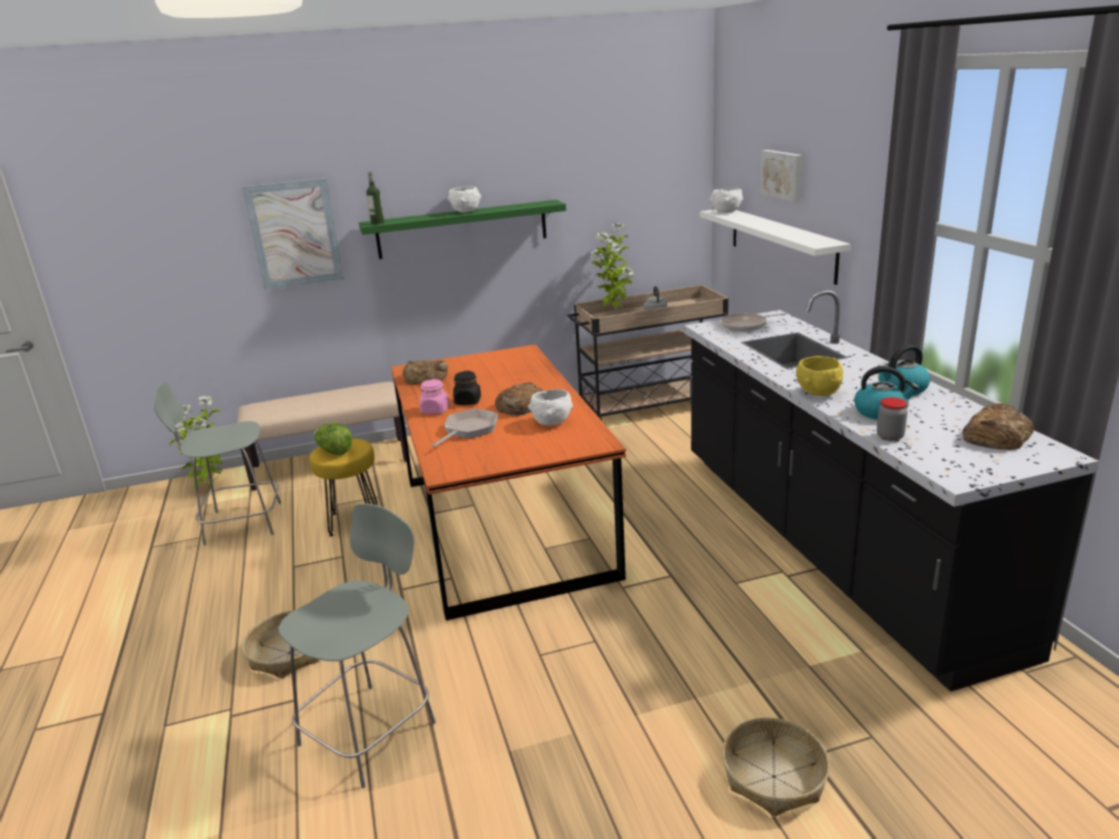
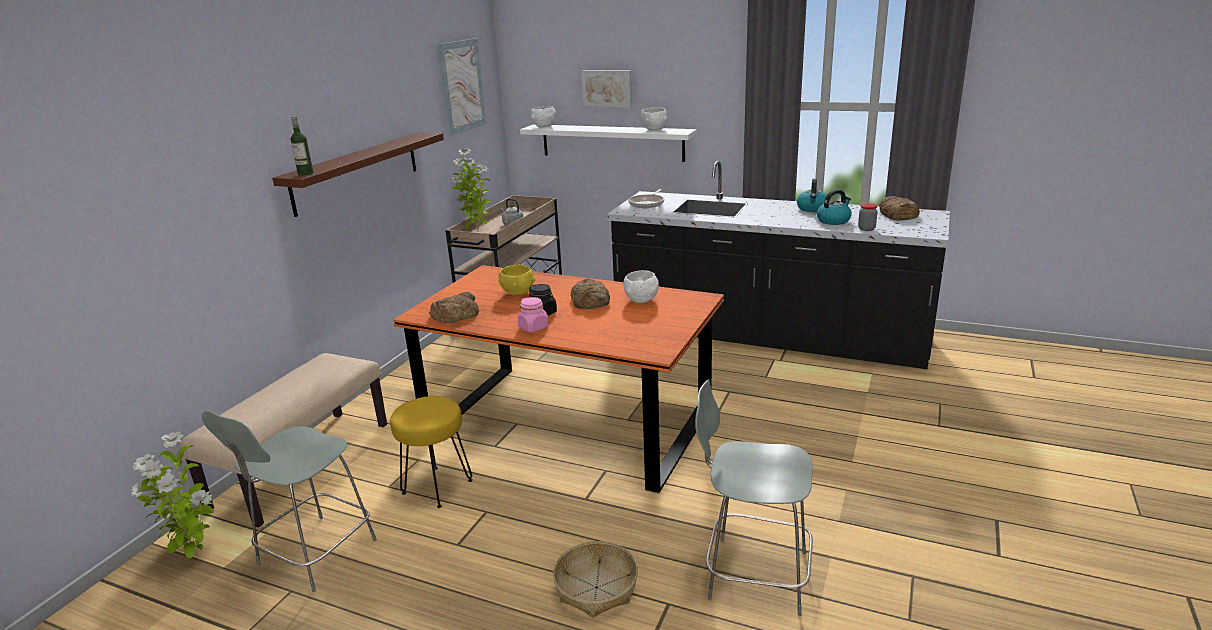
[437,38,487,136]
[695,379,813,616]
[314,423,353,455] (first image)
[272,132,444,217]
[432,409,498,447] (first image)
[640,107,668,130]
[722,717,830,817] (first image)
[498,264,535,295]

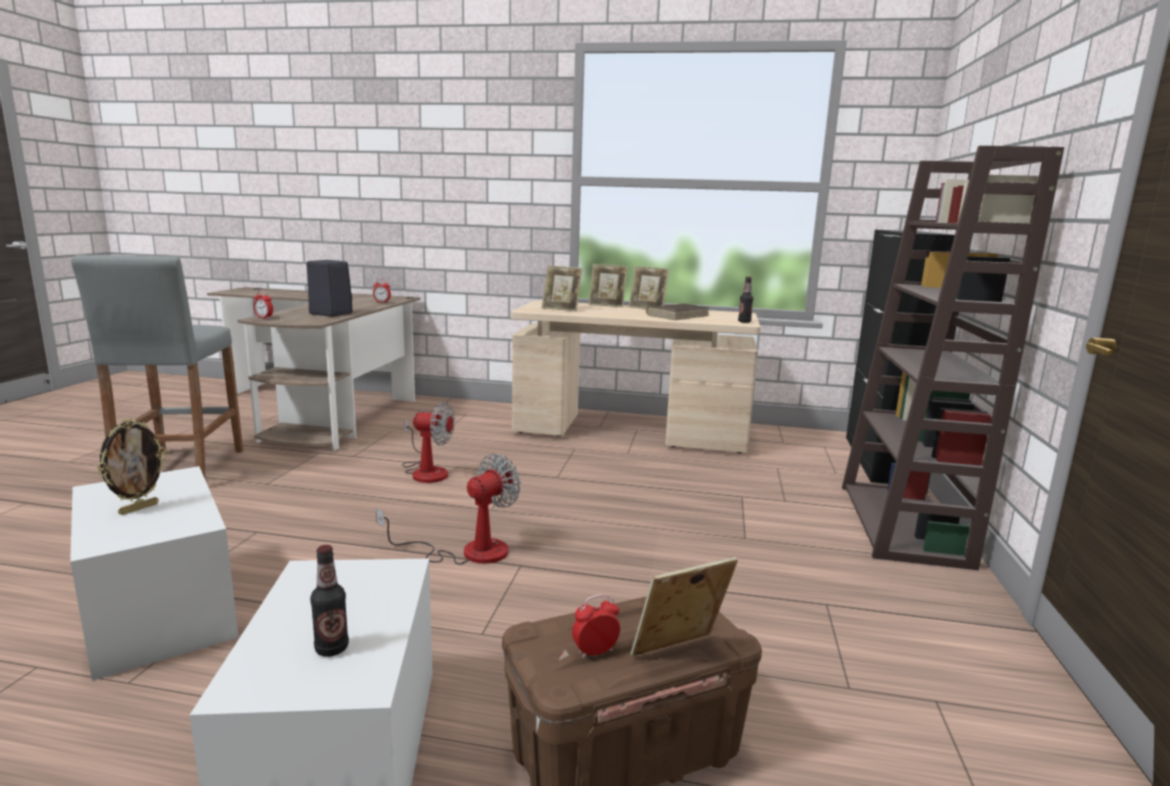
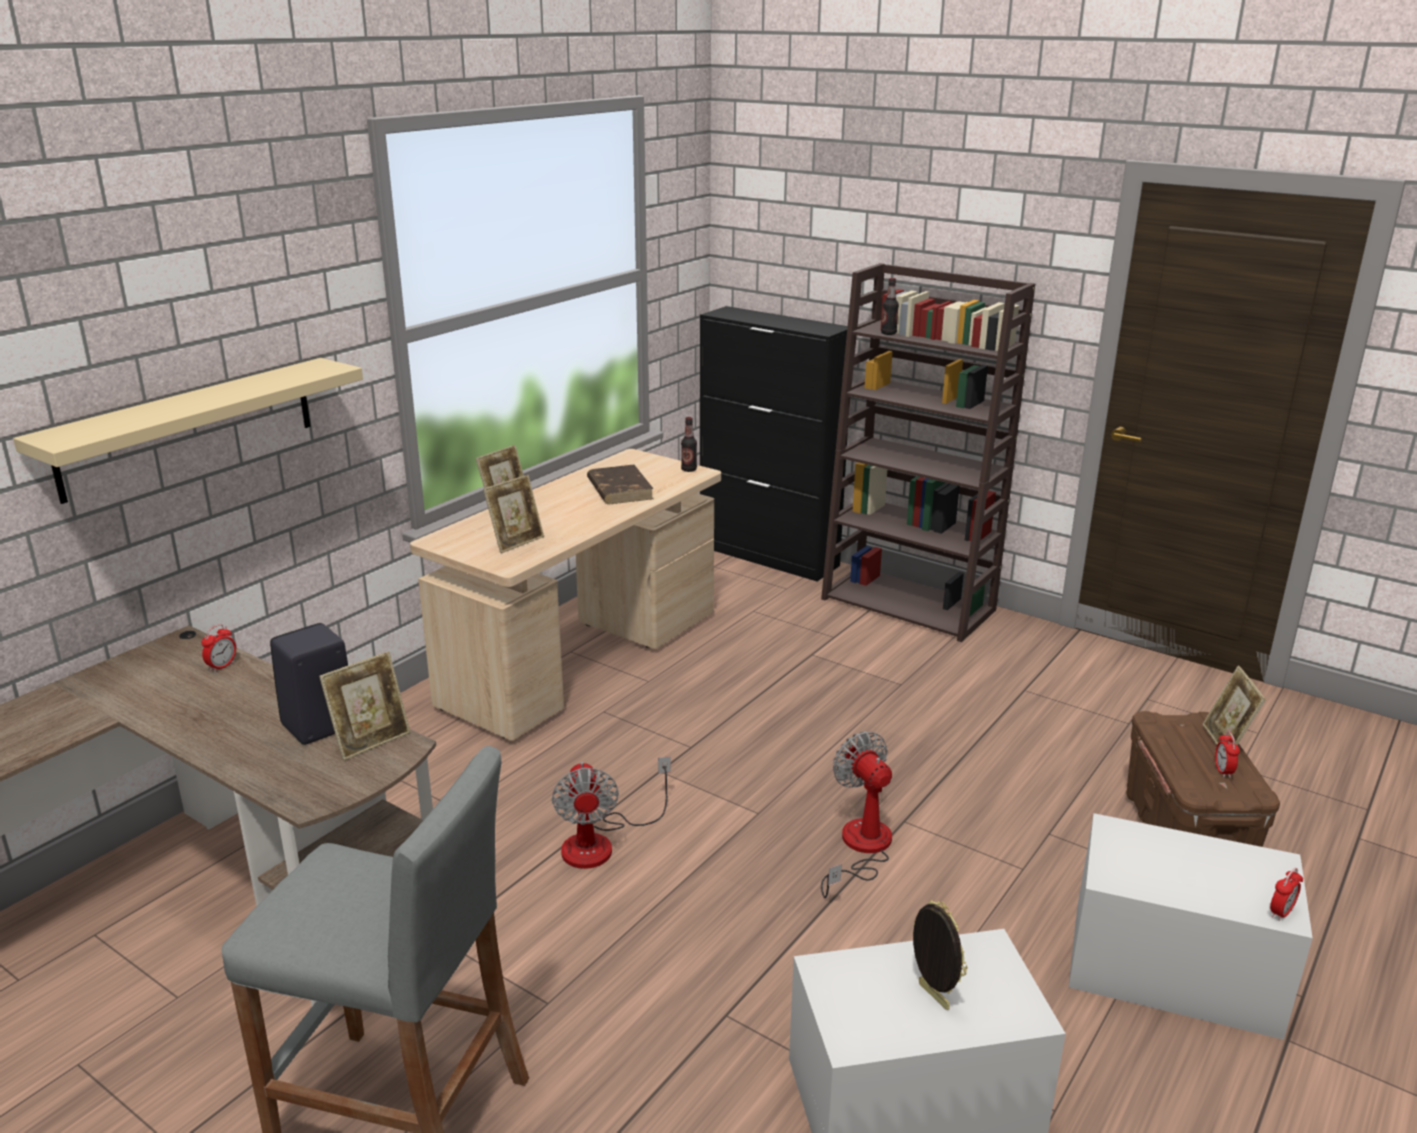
[1270,868,1303,921]
[881,278,899,335]
[552,756,671,869]
[319,652,411,761]
[13,358,363,504]

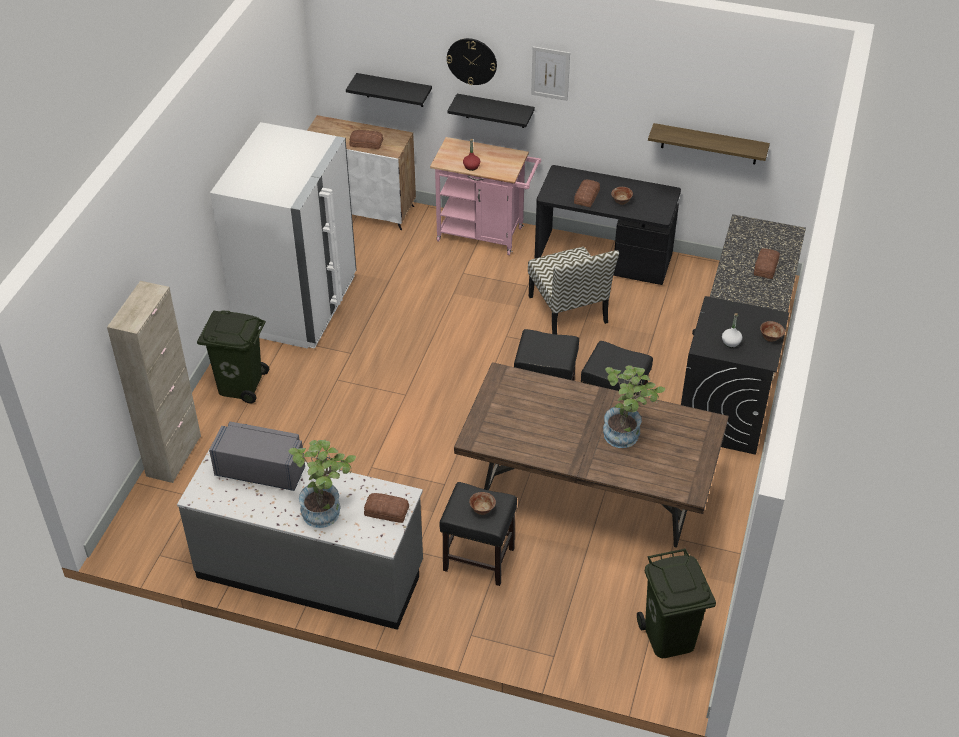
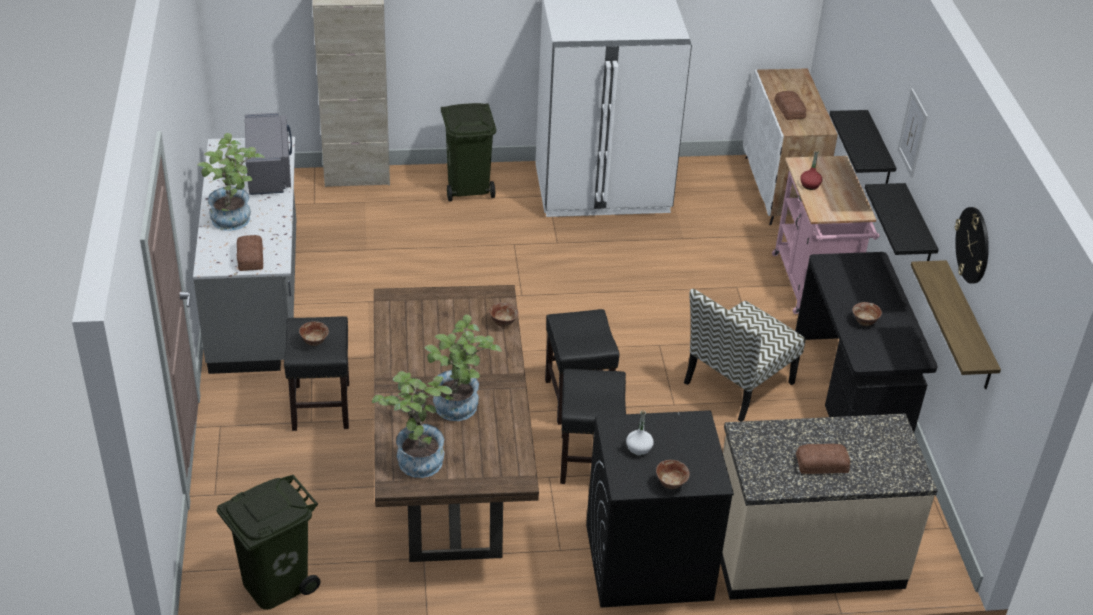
[865,183,939,261]
[955,207,989,284]
[574,180,600,207] (first image)
[372,371,452,478]
[489,302,519,327]

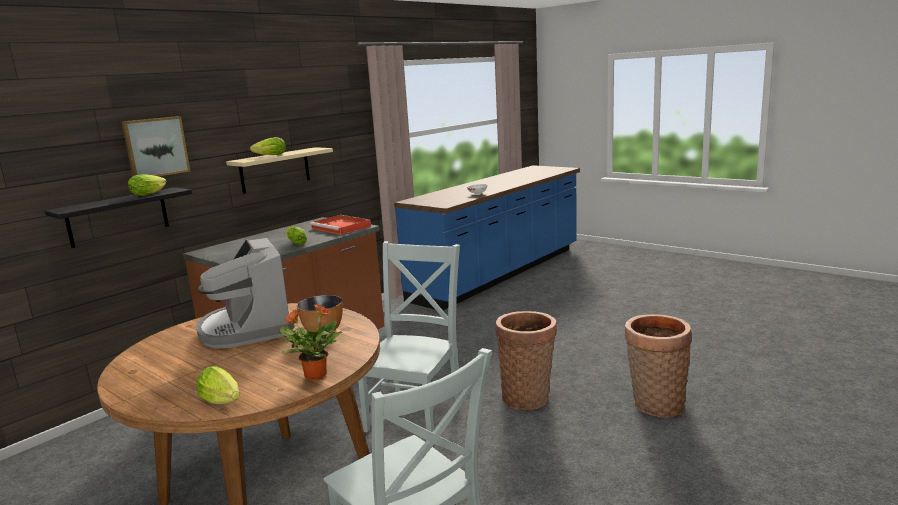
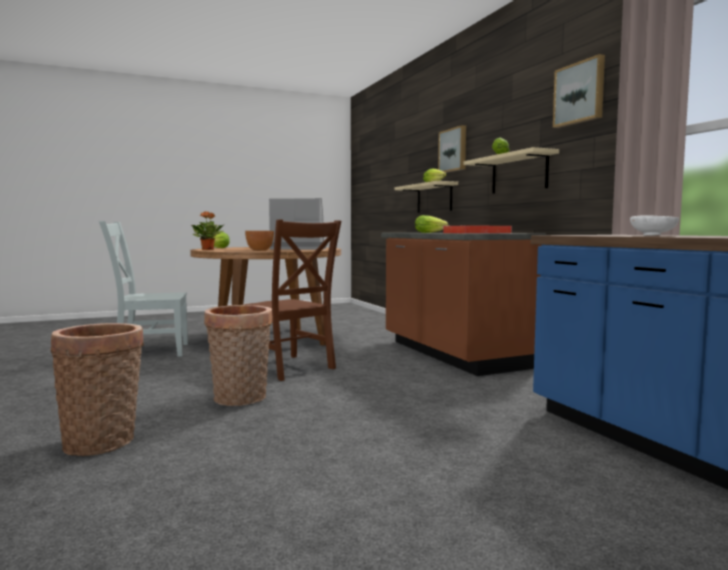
[394,181,458,213]
[242,220,341,381]
[553,54,605,128]

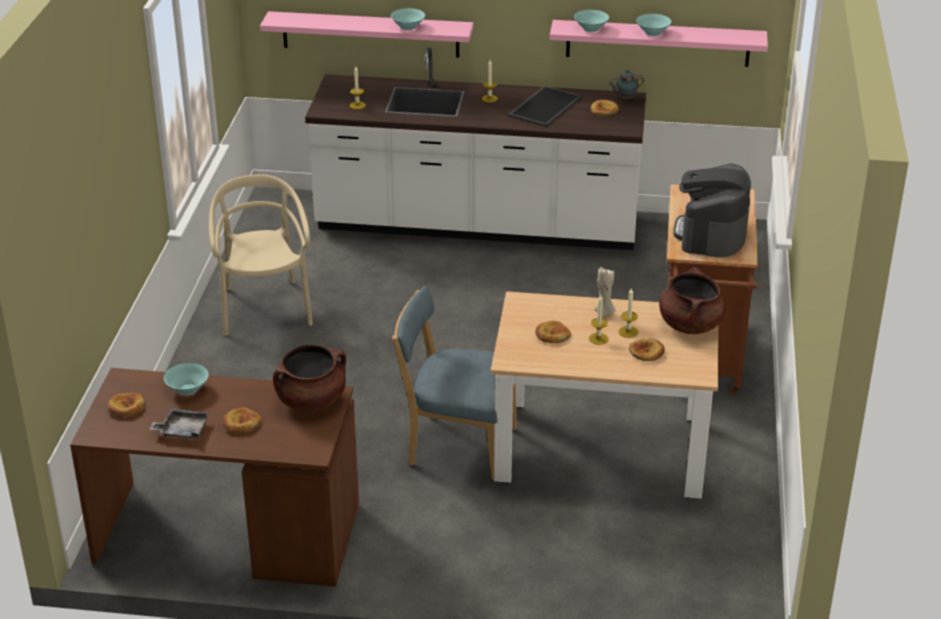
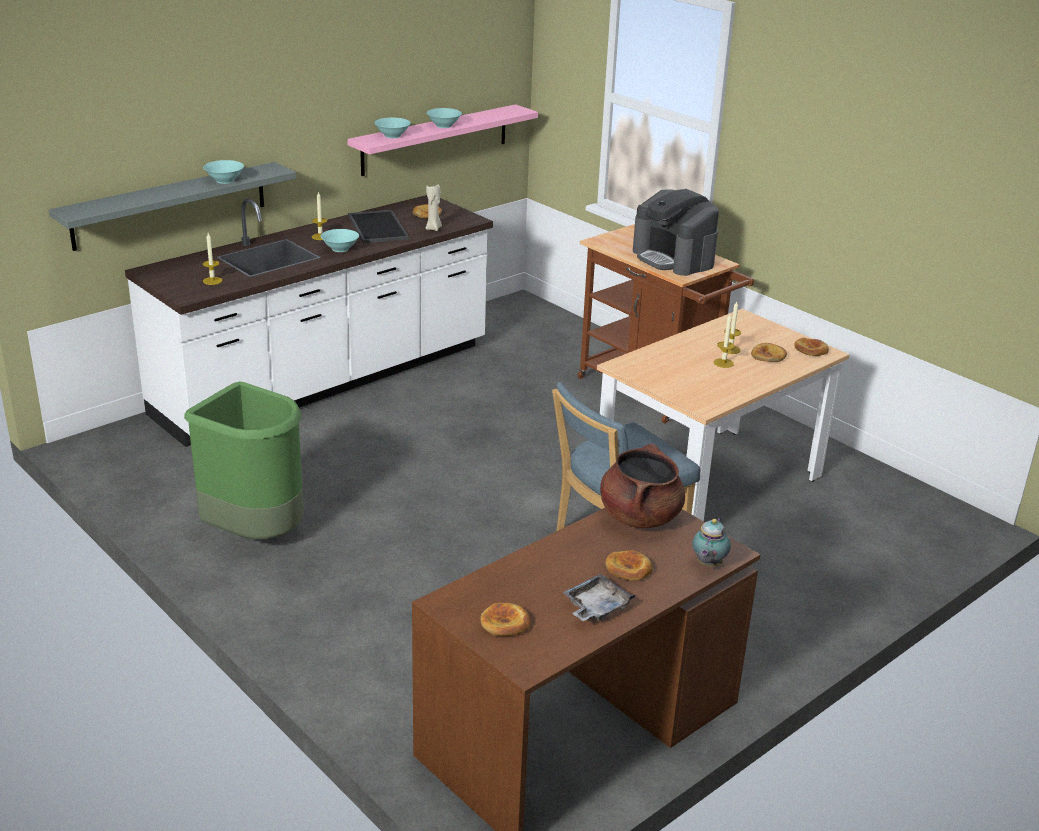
[321,229,359,252]
[184,382,304,539]
[49,162,296,251]
[795,338,829,356]
[426,184,442,231]
[692,518,731,567]
[659,267,725,334] (first image)

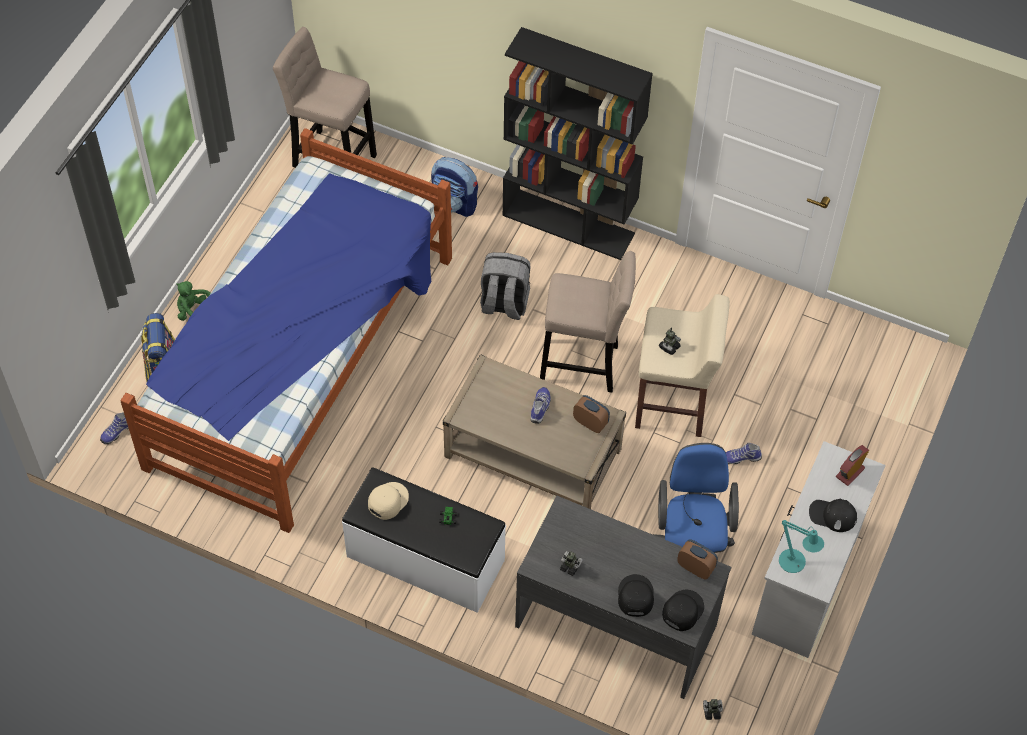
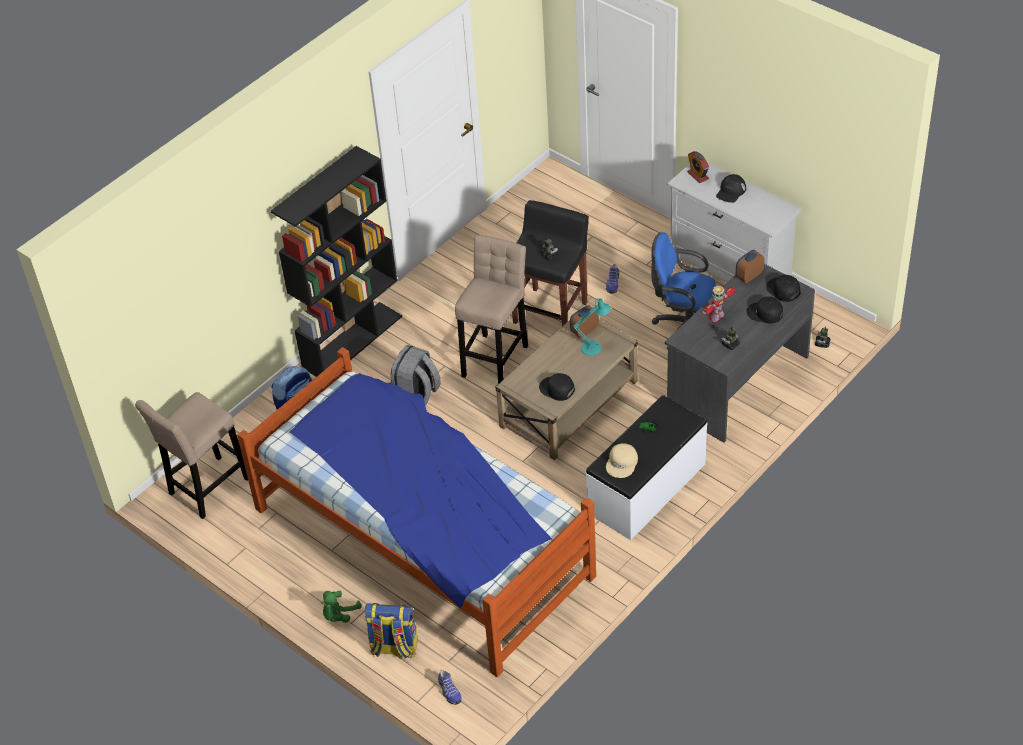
[606,443,638,478]
[531,387,551,424] (first image)
[512,200,589,326]
[573,298,611,356]
[539,373,575,401]
[703,286,735,323]

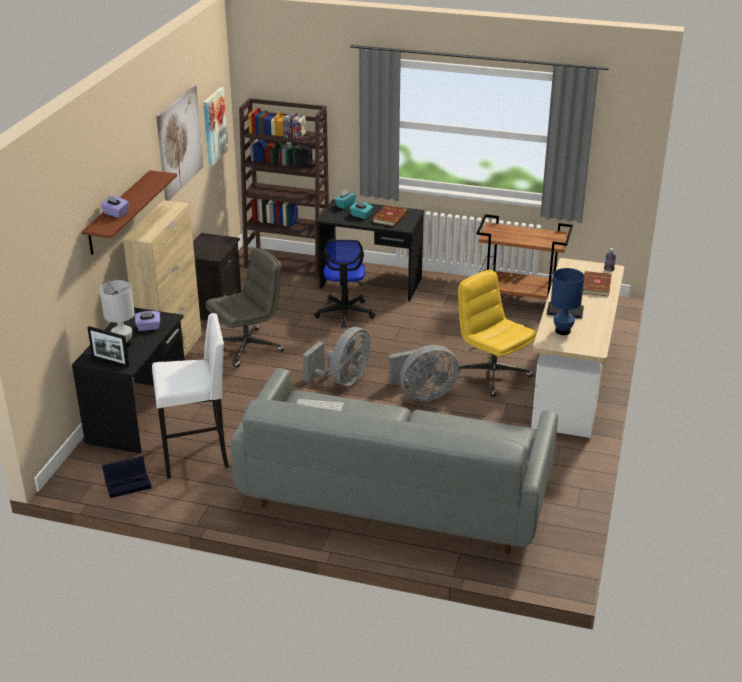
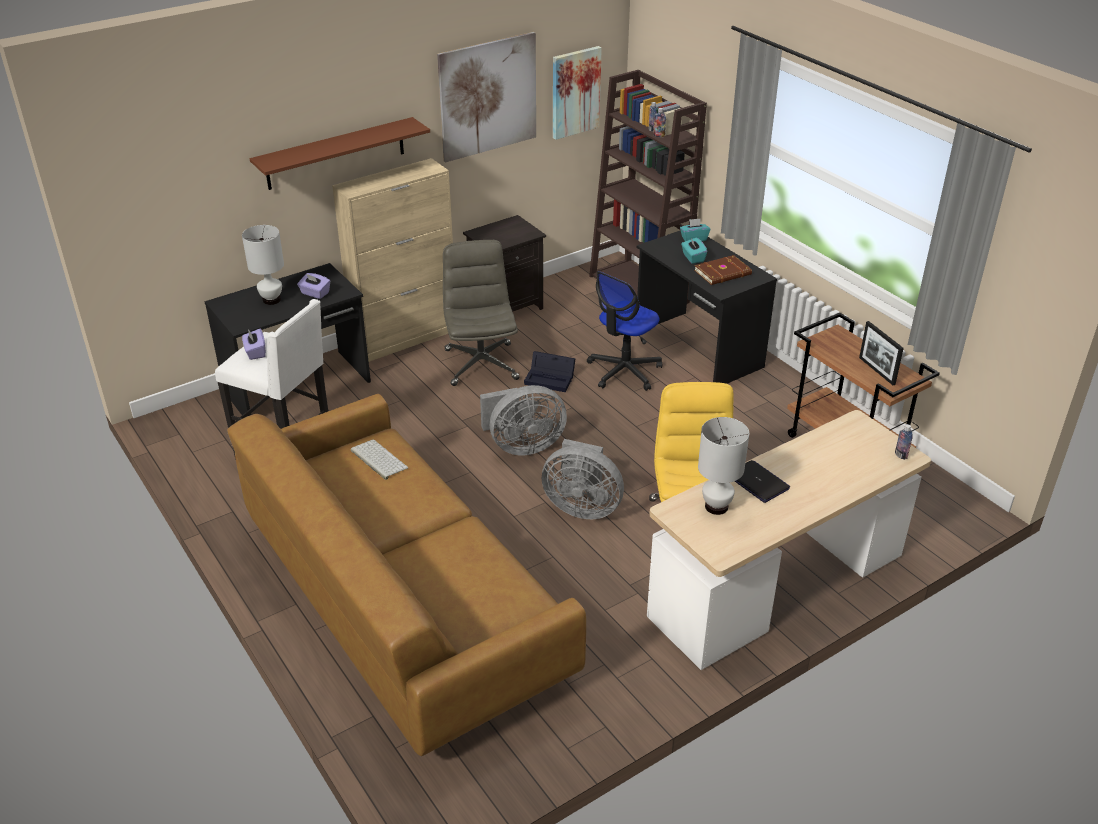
[859,321,904,385]
[242,329,266,360]
[524,351,576,392]
[443,240,519,386]
[227,394,586,756]
[698,417,749,515]
[582,271,612,297] (first image)

